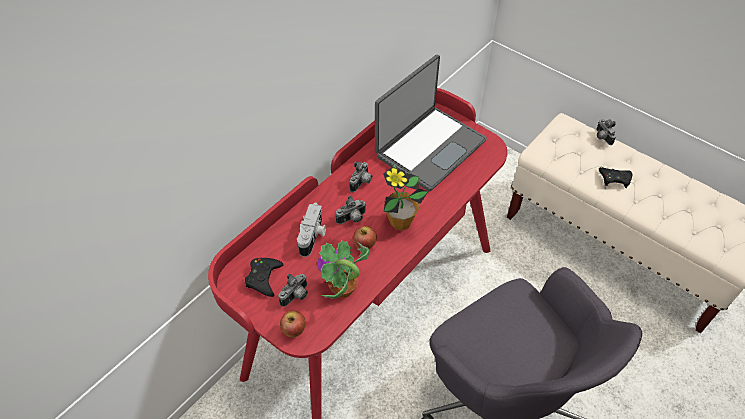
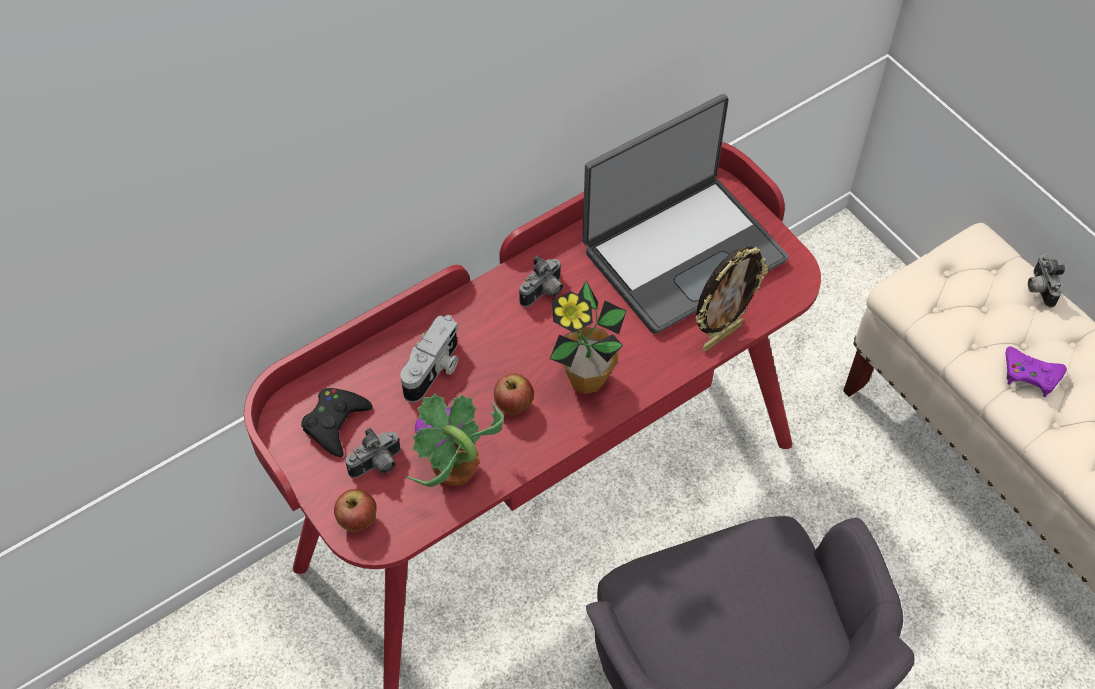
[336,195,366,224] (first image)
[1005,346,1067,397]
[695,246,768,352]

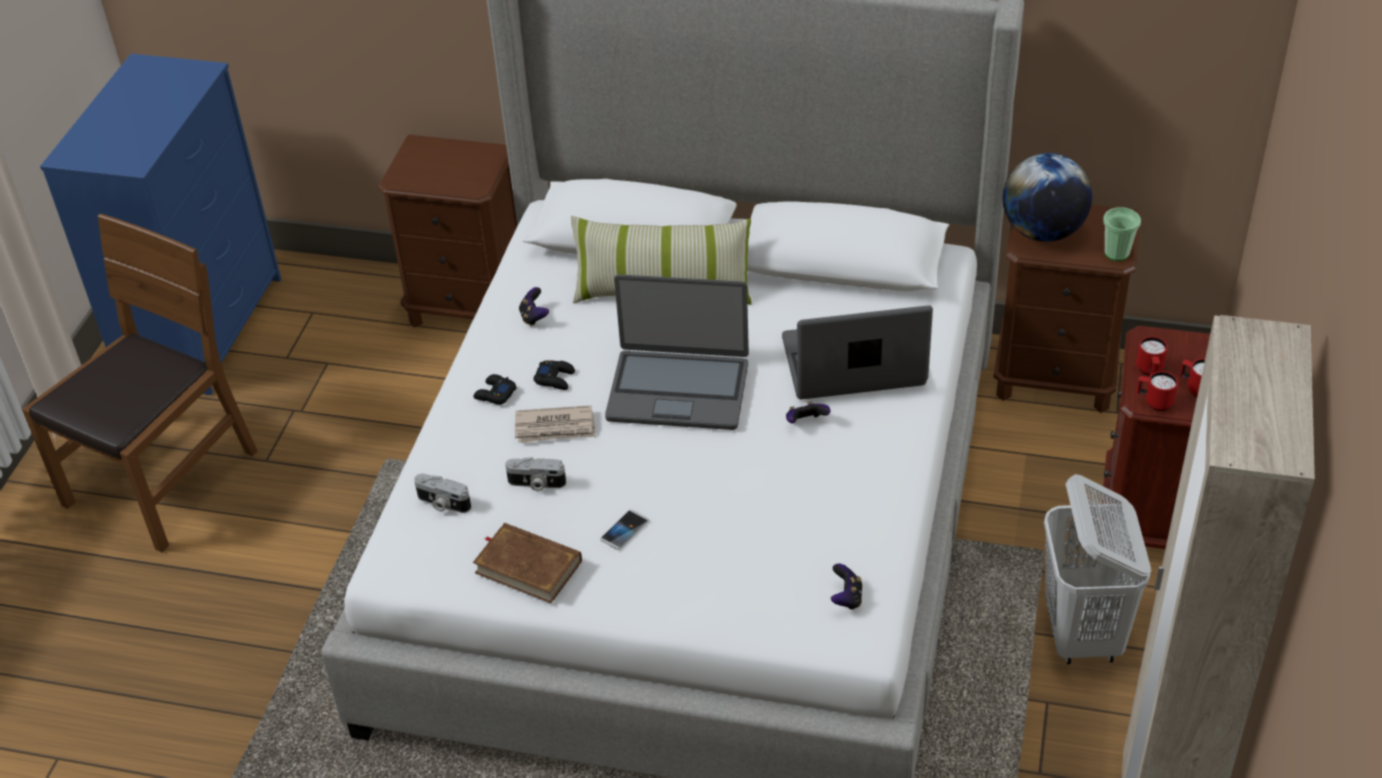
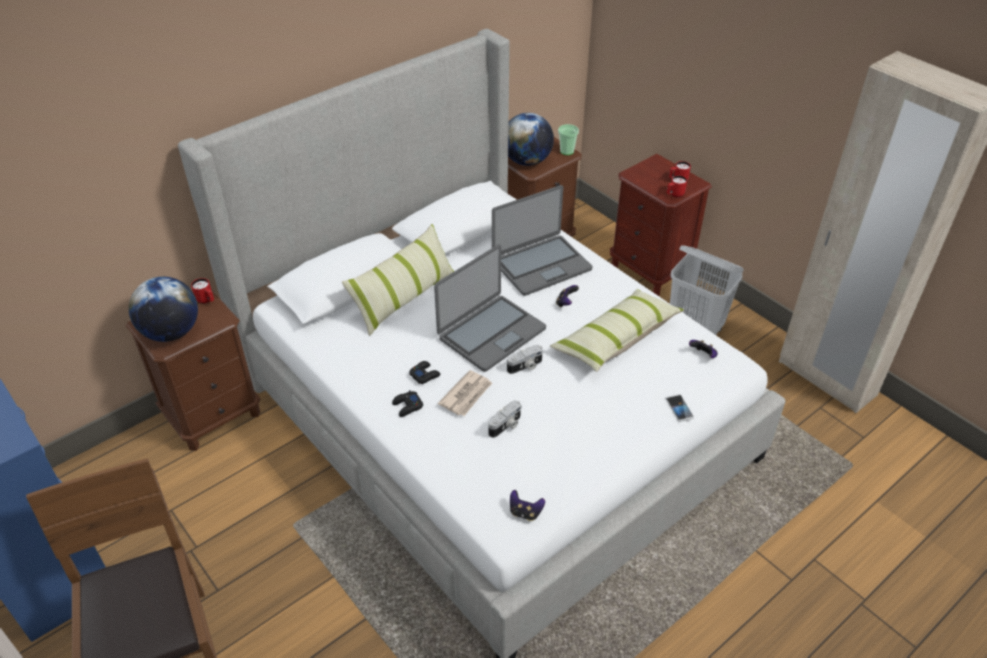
[507,345,543,374]
[473,523,582,603] (first image)
[510,490,545,521]
[665,394,694,422]
[492,185,593,296]
[191,278,214,304]
[129,277,198,342]
[550,289,684,372]

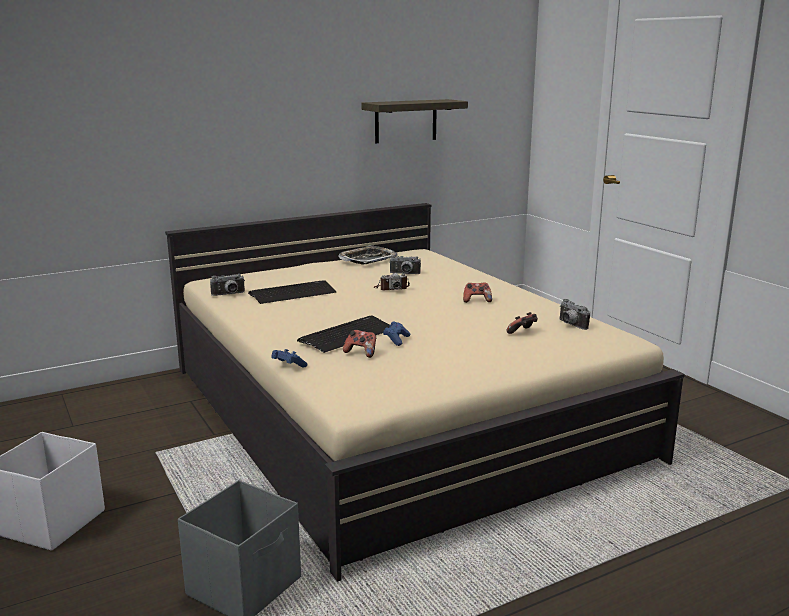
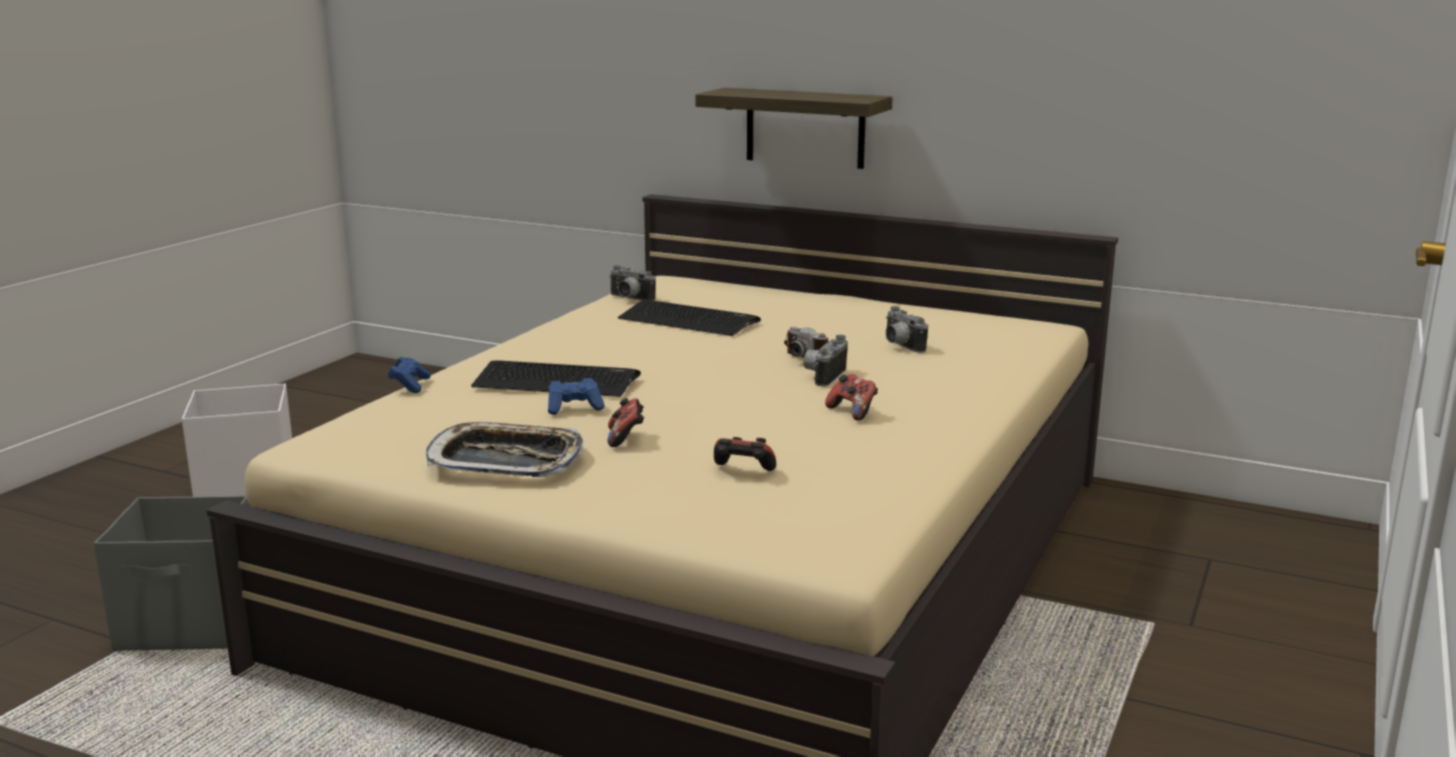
[426,422,584,477]
[607,398,644,447]
[695,88,892,169]
[804,335,848,386]

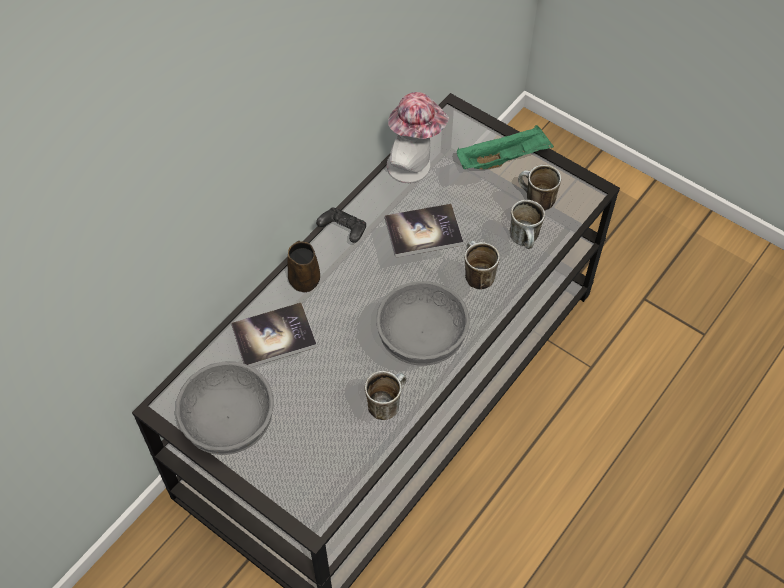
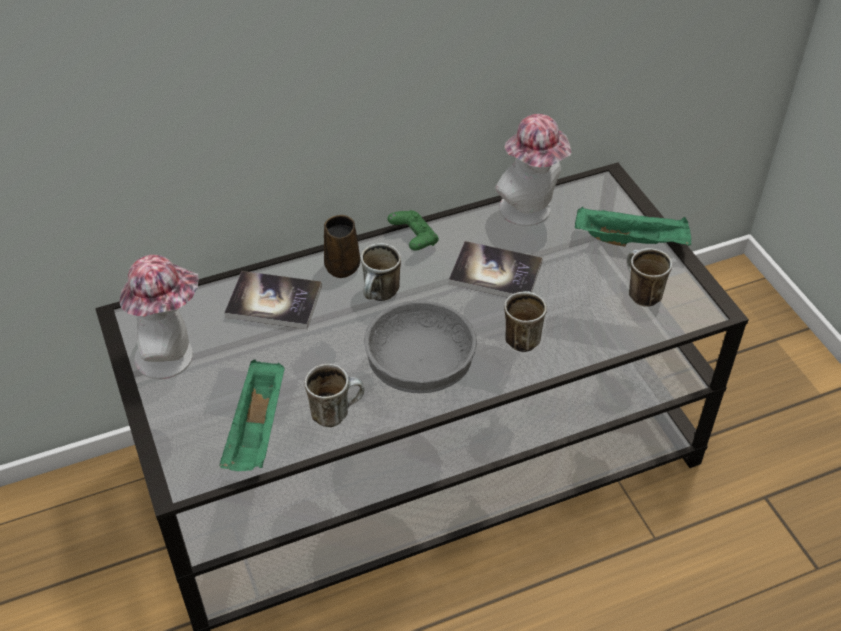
[120,255,199,379]
[387,210,439,251]
[361,243,401,301]
[219,359,285,471]

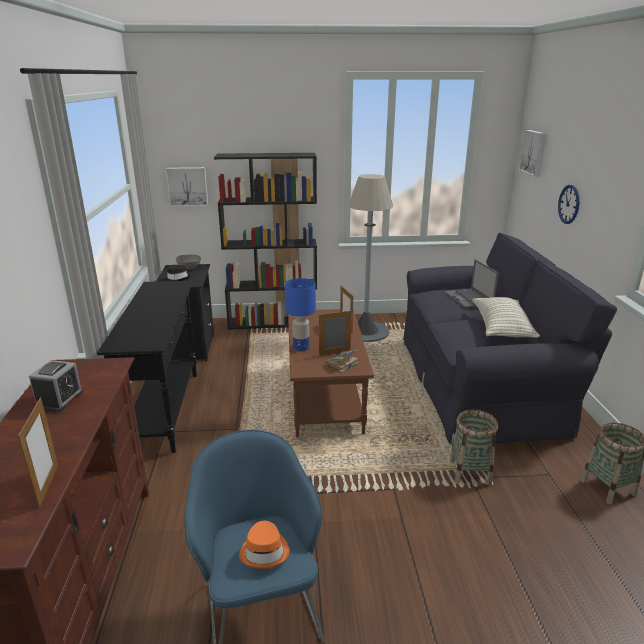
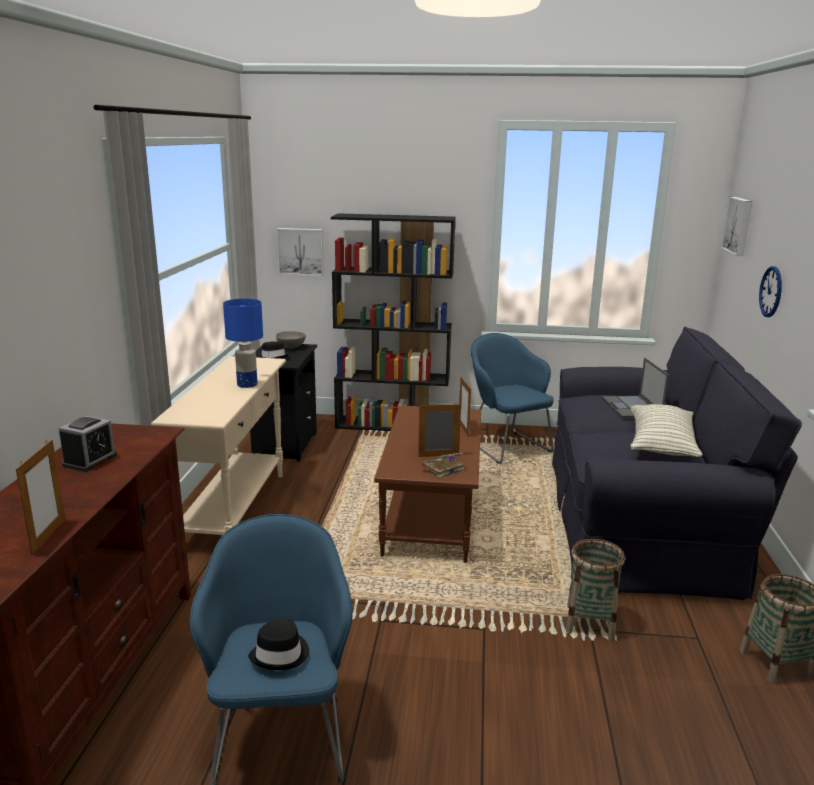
[151,356,286,535]
[248,618,309,670]
[223,298,263,388]
[471,333,554,464]

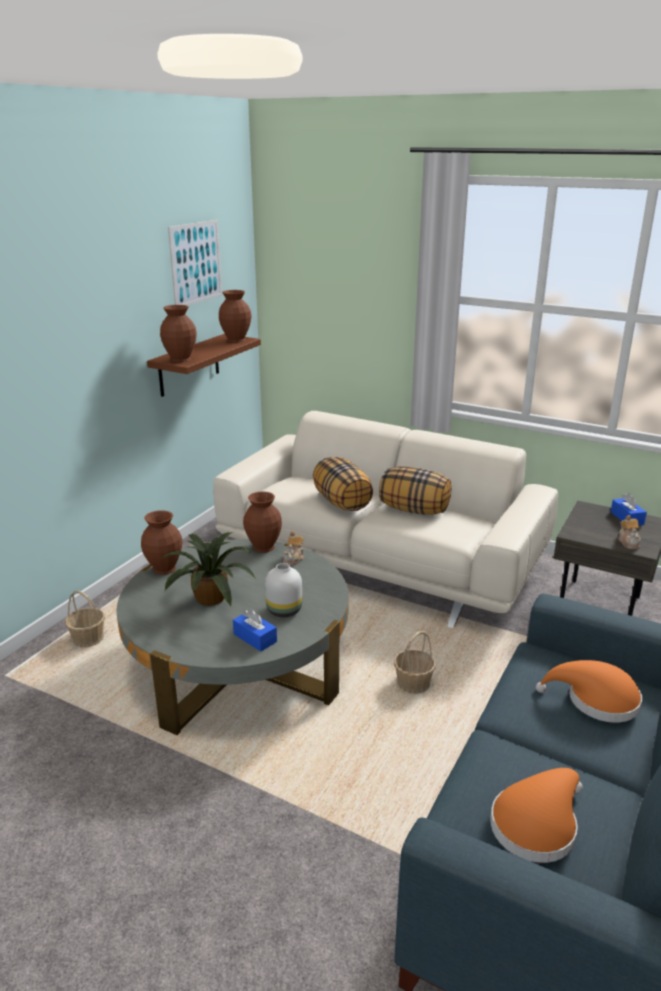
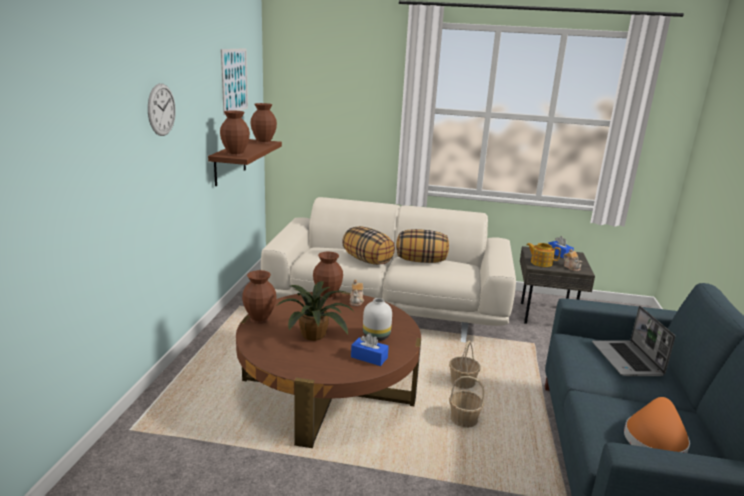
[449,376,484,428]
[236,292,421,448]
[592,306,675,376]
[148,83,176,136]
[527,243,561,267]

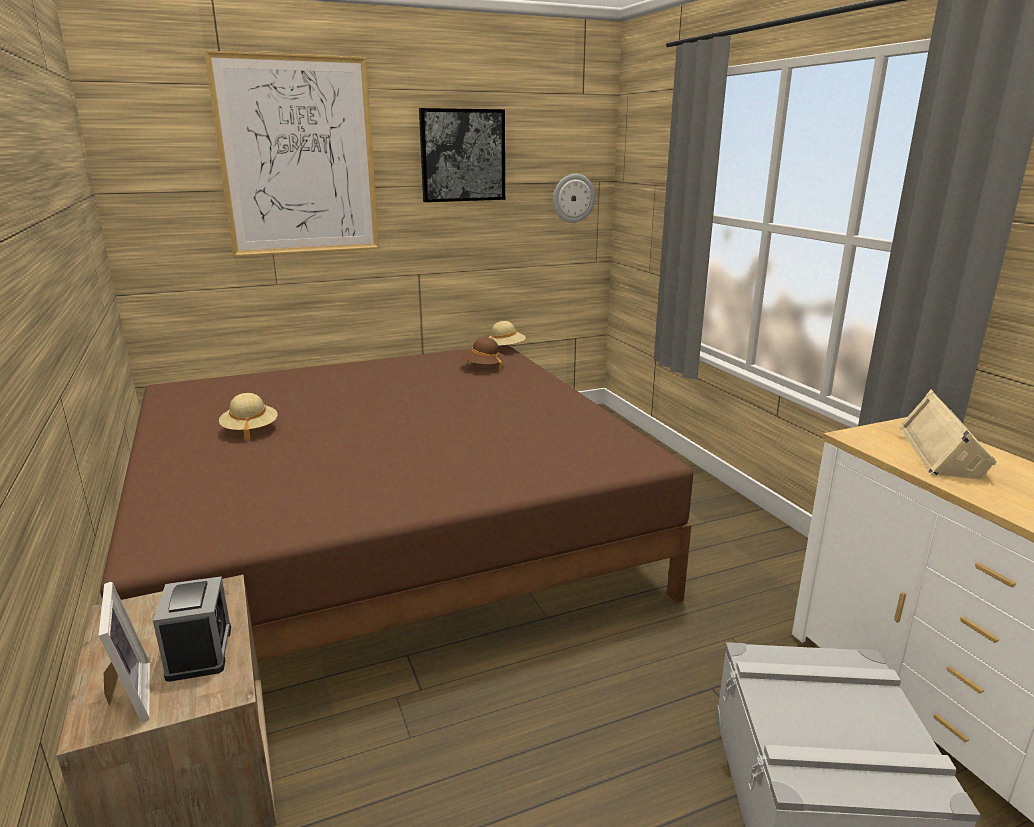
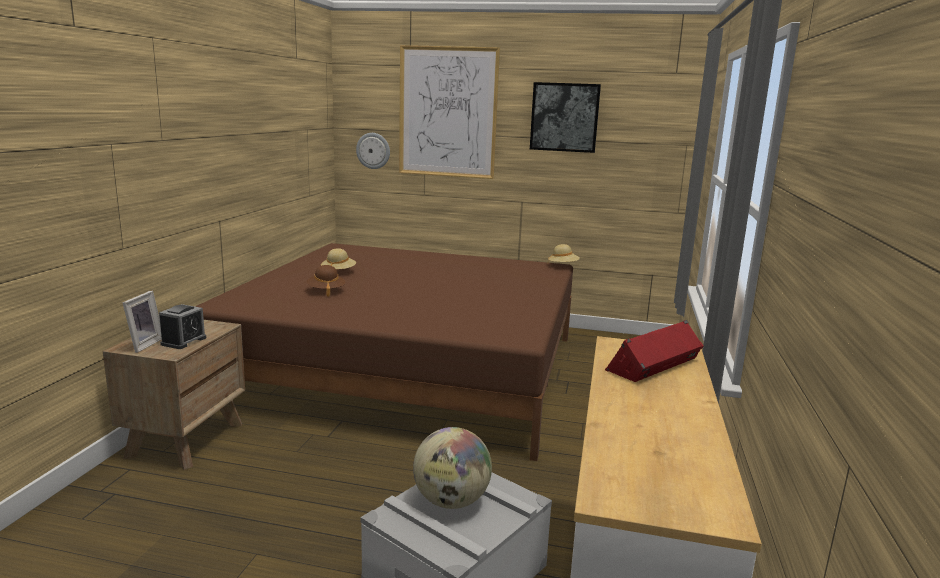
[307,265,346,297]
[356,133,390,169]
[605,320,704,382]
[413,427,492,509]

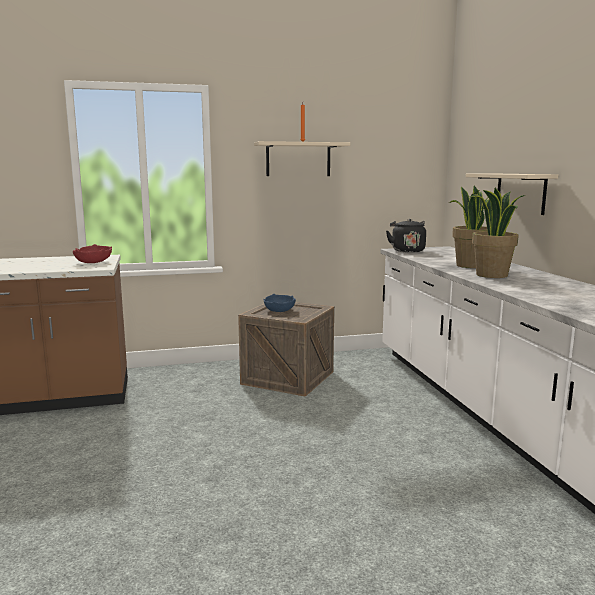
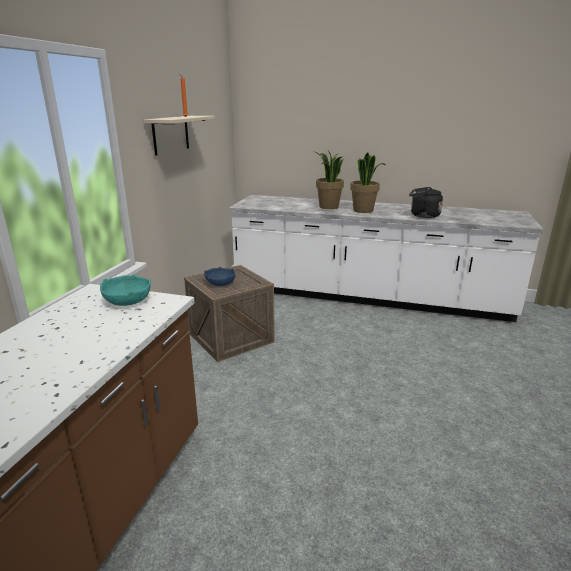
[100,274,151,306]
[409,187,443,218]
[466,173,558,215] (first image)

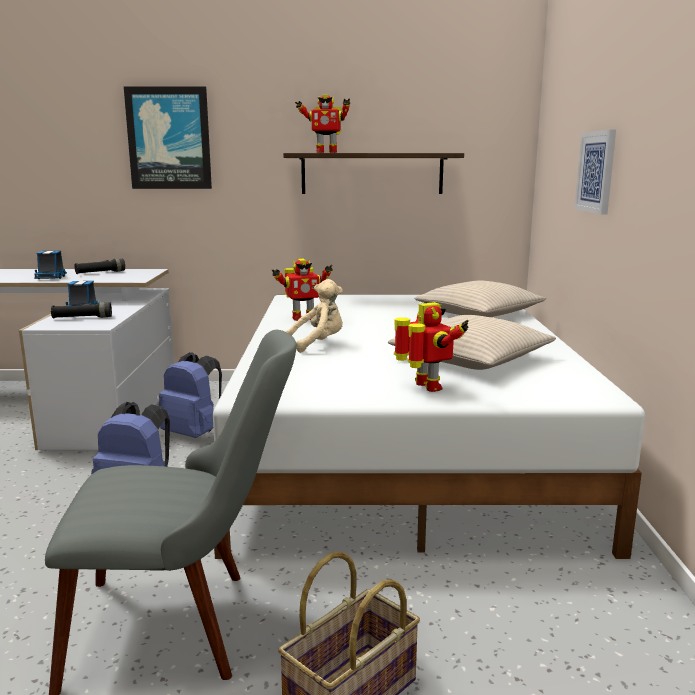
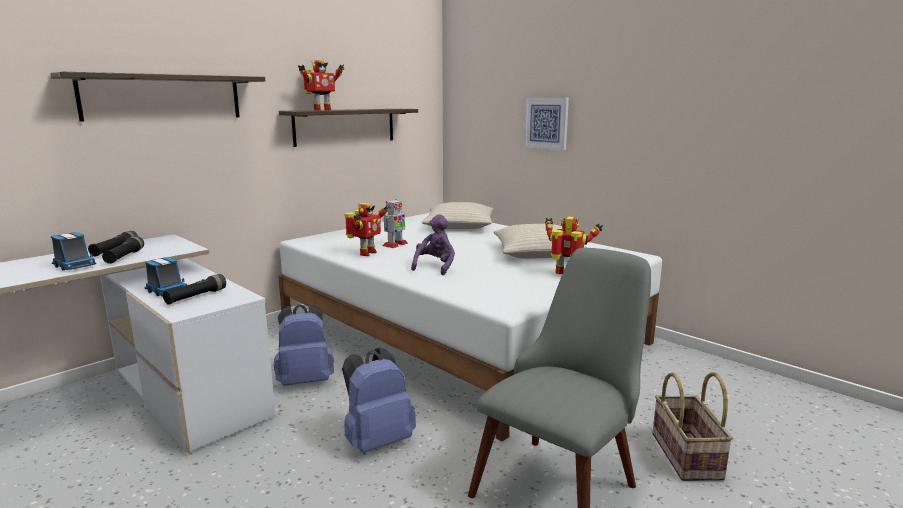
[50,71,265,121]
[411,215,455,275]
[102,236,144,264]
[383,199,408,248]

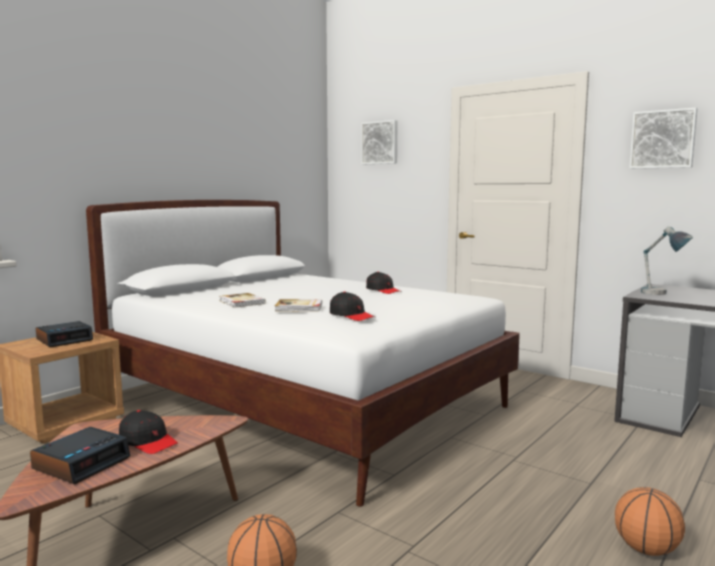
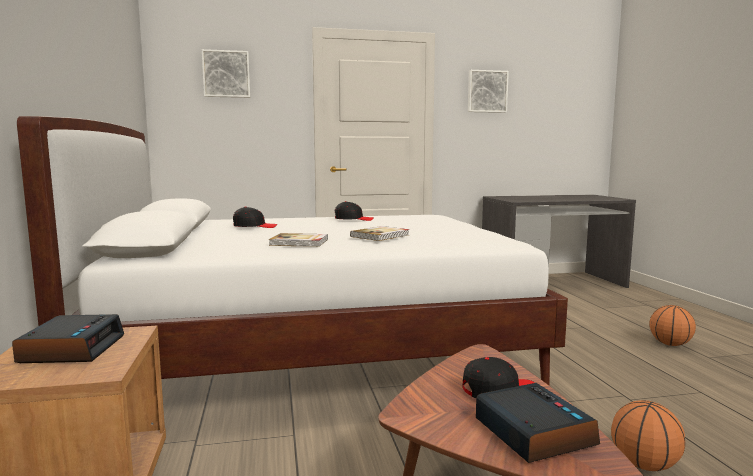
[233,207,277,228]
[641,226,693,295] (first image)

